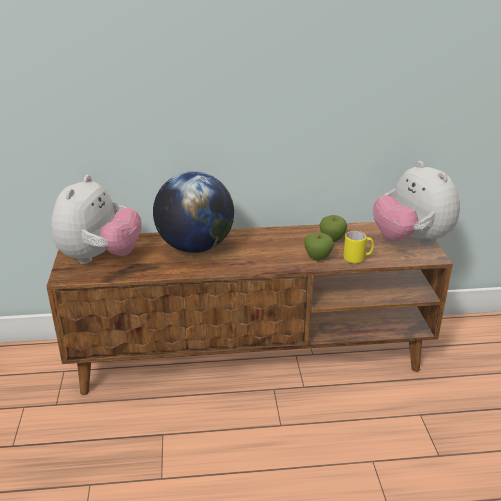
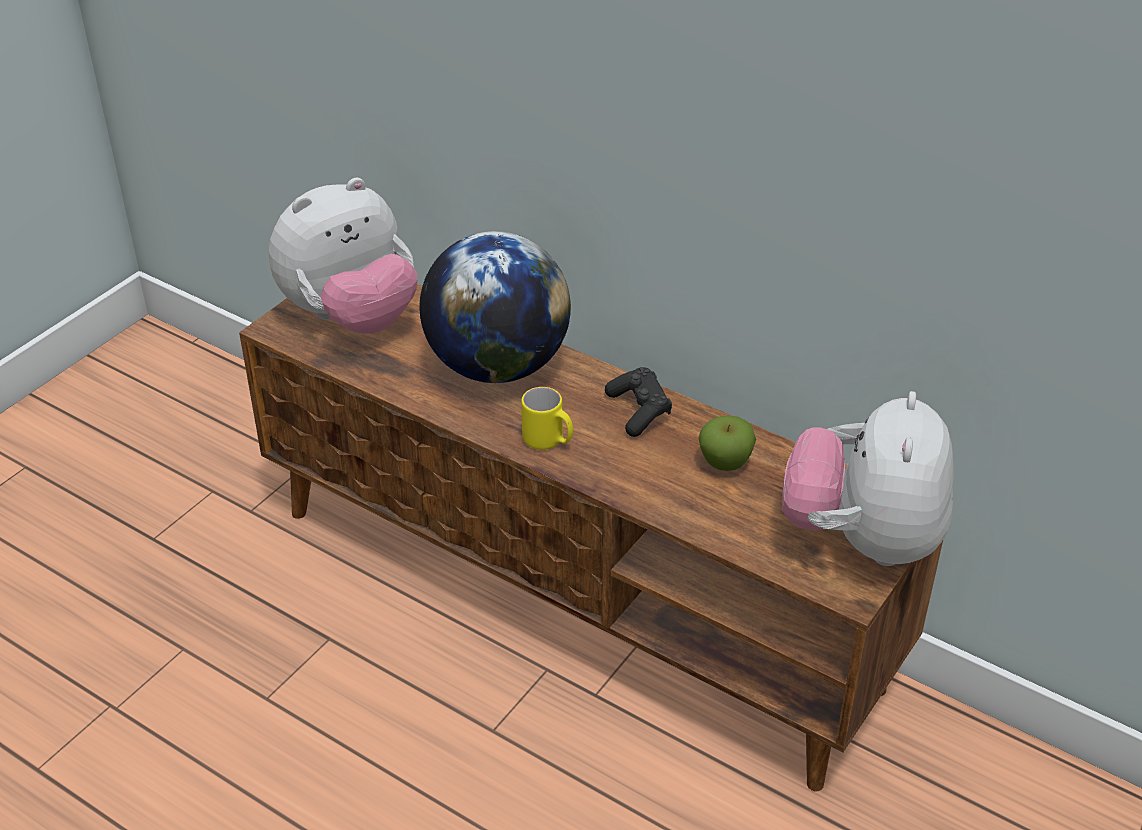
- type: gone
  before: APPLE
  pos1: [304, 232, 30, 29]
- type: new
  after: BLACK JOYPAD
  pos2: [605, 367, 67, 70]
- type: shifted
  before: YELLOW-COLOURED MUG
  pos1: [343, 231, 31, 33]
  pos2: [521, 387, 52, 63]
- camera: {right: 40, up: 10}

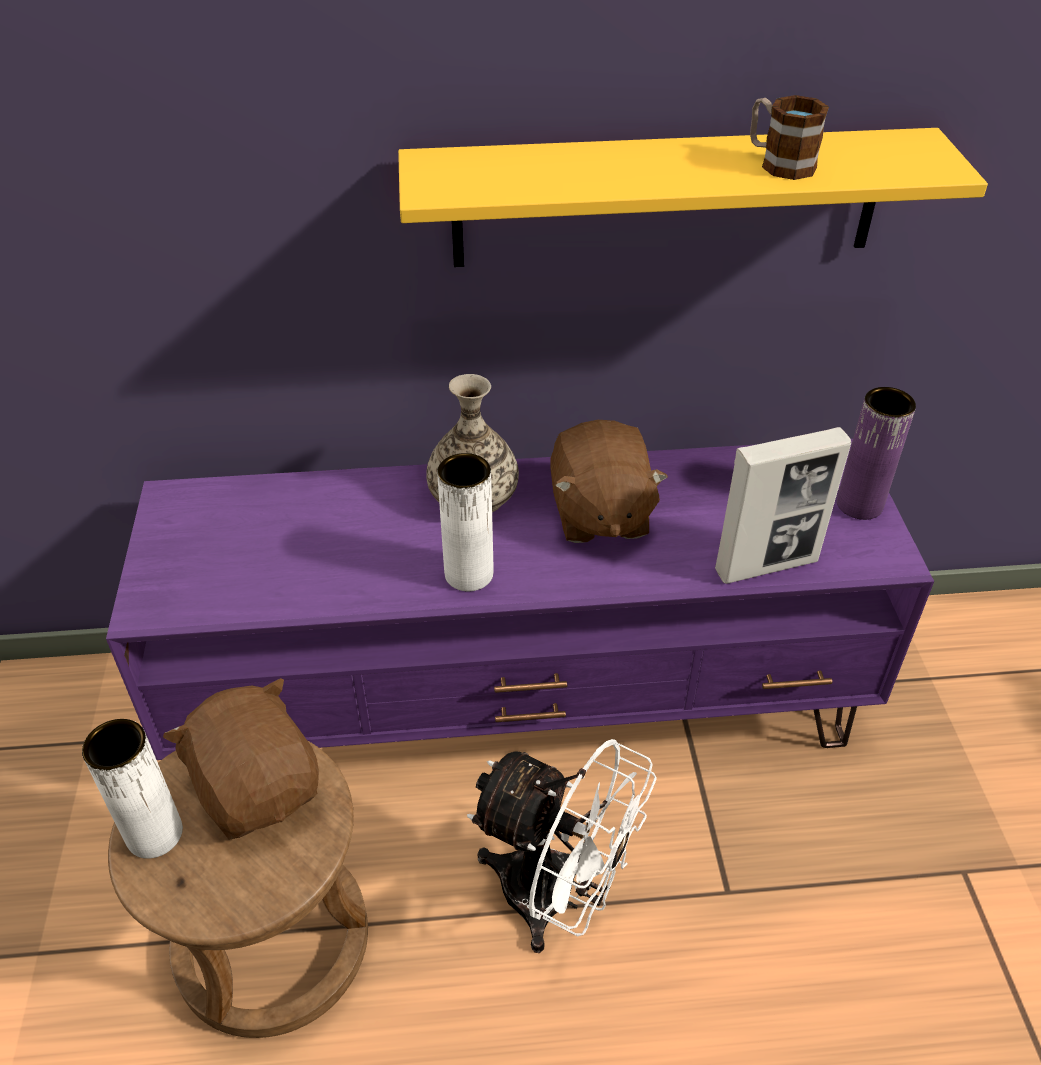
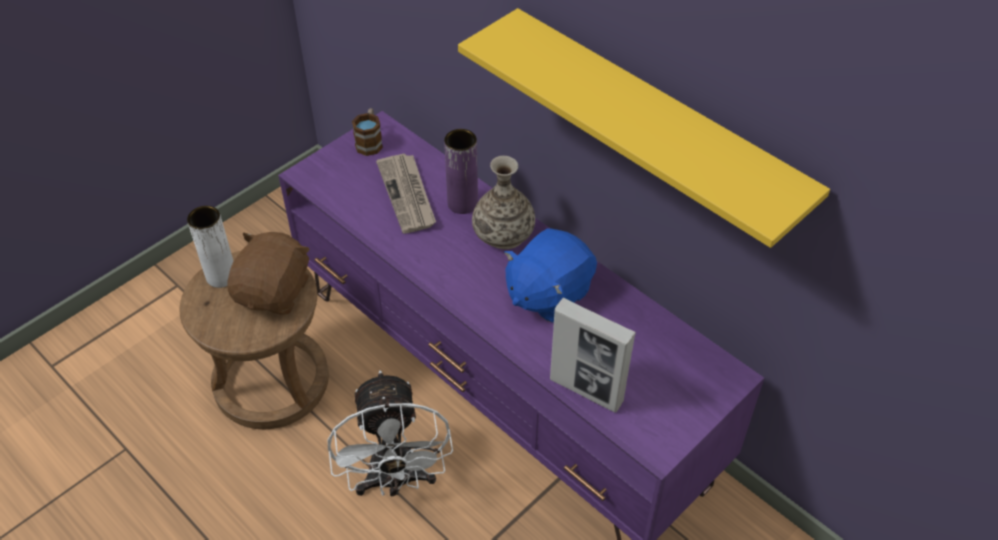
- type: gone
  before: WHITISH VASE
  pos1: [437, 453, 57, 139]
- type: new
  after: DAILY PAPER
  pos2: [376, 153, 60, 80]
- type: shifted
  before: MUG
  pos1: [750, 95, 79, 85]
  pos2: [352, 108, 31, 48]
- type: shifted
  before: PURPLE VASE
  pos1: [837, 387, 79, 133]
  pos2: [444, 129, 34, 85]
- type: repainted
  before: BROWN-COLOURED SOFT TOY
  after: BLUISH SOFT TOY
  pos1: [550, 420, 118, 123]
  pos2: [504, 228, 93, 95]
- camera: {right: 50, up: 5}

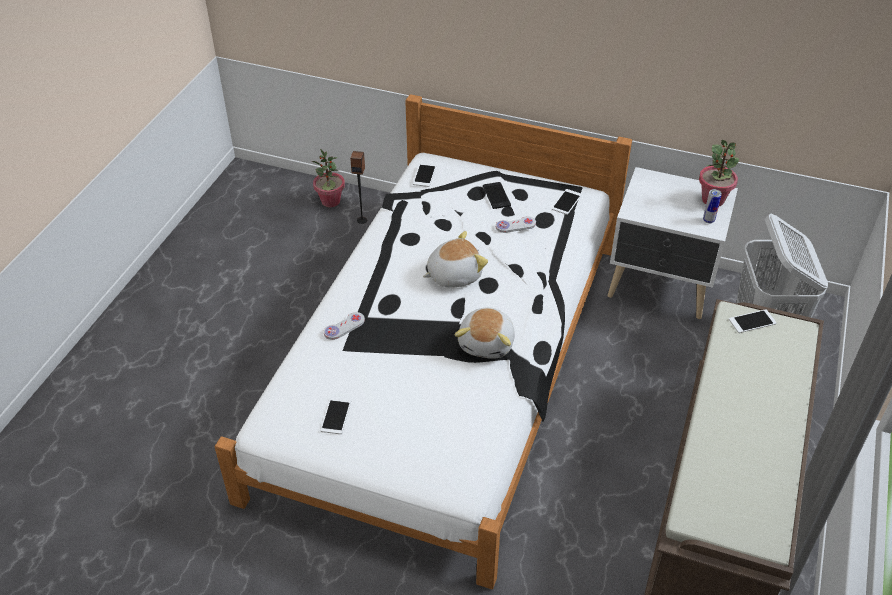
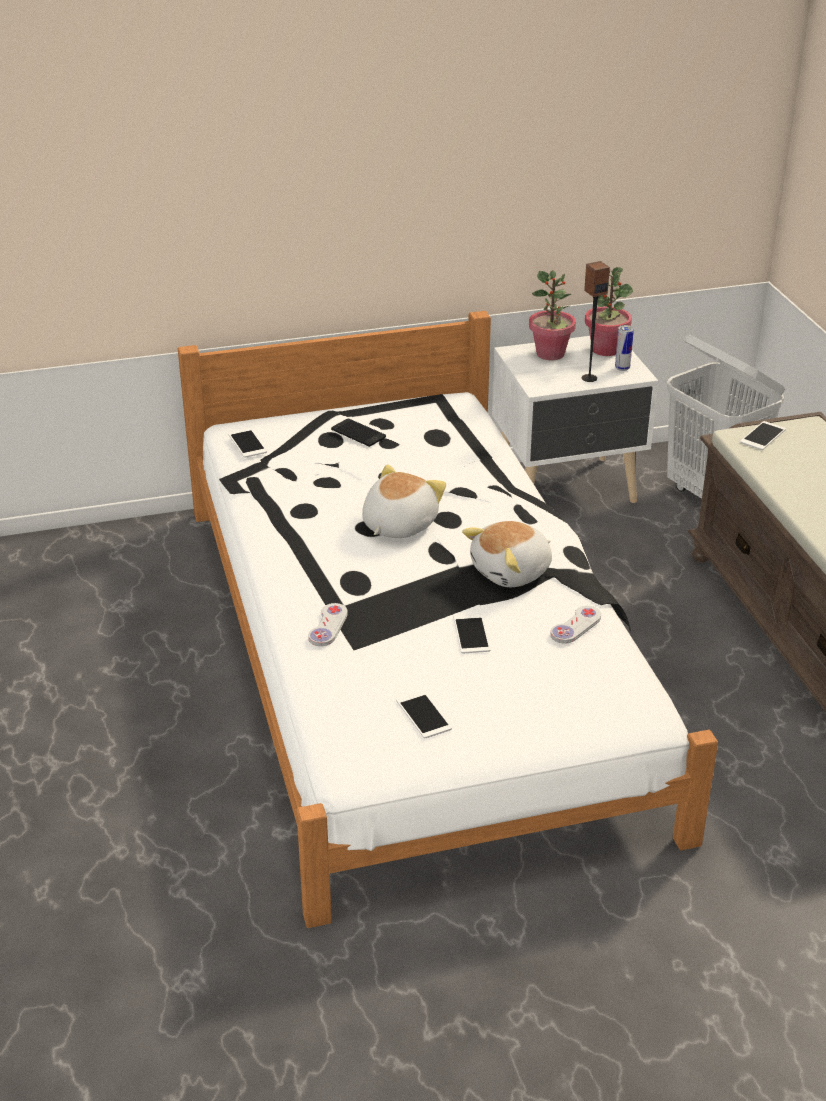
- type: shifted
  before: POTTED PLANT
  pos1: [312, 149, 33, 58]
  pos2: [529, 270, 47, 90]
- type: shifted
  before: SPEAKER
  pos1: [350, 151, 17, 73]
  pos2: [582, 261, 28, 121]
- type: shifted
  before: WHITISH JOYPAD
  pos1: [496, 216, 40, 17]
  pos2: [550, 606, 51, 38]
- type: shifted
  before: HANDSET
  pos1: [552, 189, 30, 26]
  pos2: [453, 613, 38, 40]
- type: rotated
  before: SOFT TOY
  pos1: [455, 307, 60, 52]
  pos2: [462, 521, 90, 66]
  turn: 75
- camera: {right: -35, up: -10}

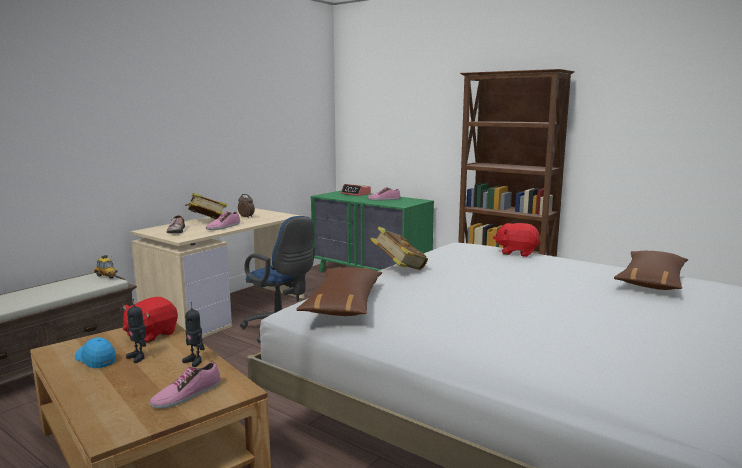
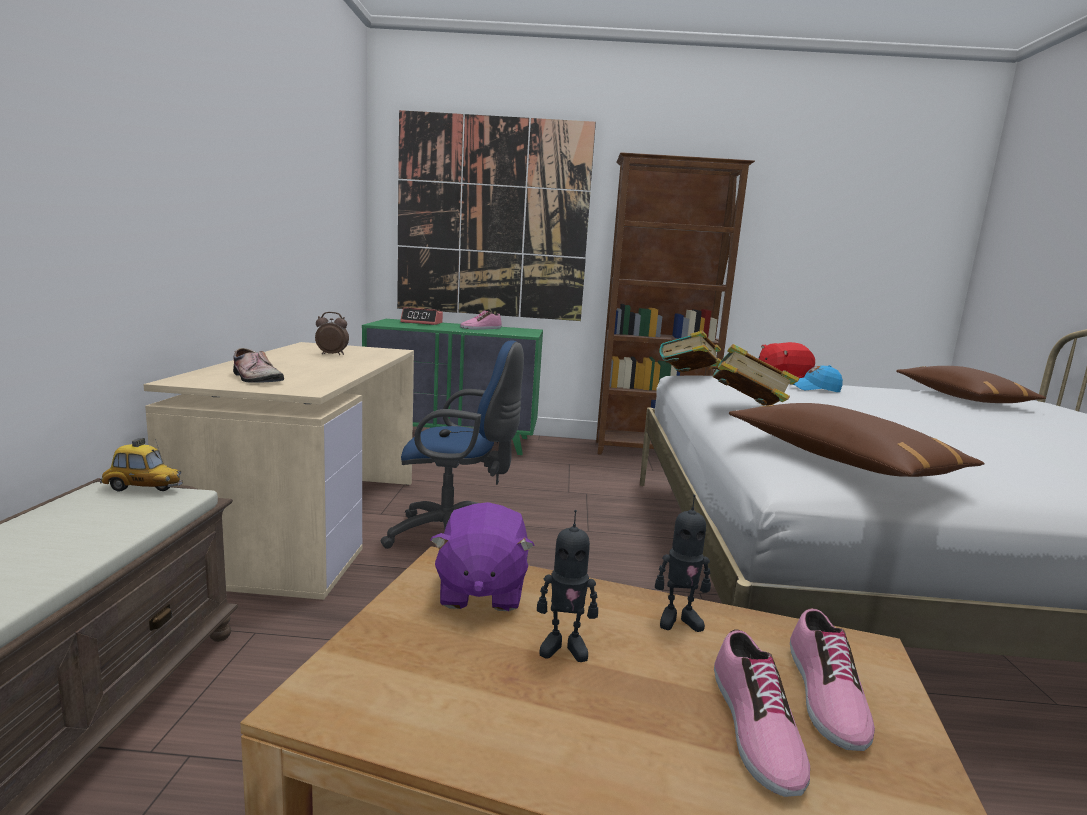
- type: new
  after: WALL PICTURE
  pos2: [397, 110, 199, 211]
- type: shifted
  before: BLUISH CAP
  pos1: [75, 337, 41, 31]
  pos2: [793, 365, 50, 27]
- type: shifted
  before: BOUND BOOK
  pos1: [185, 193, 42, 26]
  pos2: [659, 331, 62, 42]
- type: shifted
  before: LOW SHOE
  pos1: [206, 211, 34, 19]
  pos2: [714, 629, 96, 168]
- type: repainted
  before: RED-COLOURED SOFT TOY
  after: PURPLE SOFT TOY
  pos1: [123, 297, 55, 46]
  pos2: [430, 502, 105, 109]
- camera: {right: -35, up: 0}

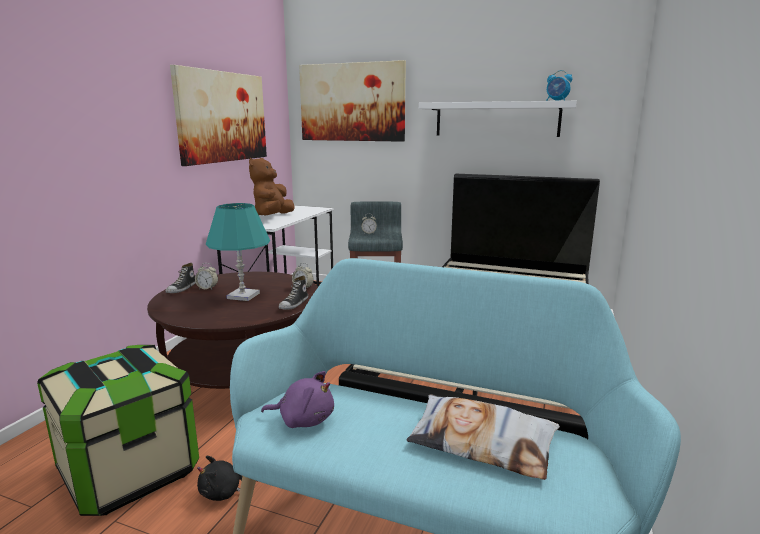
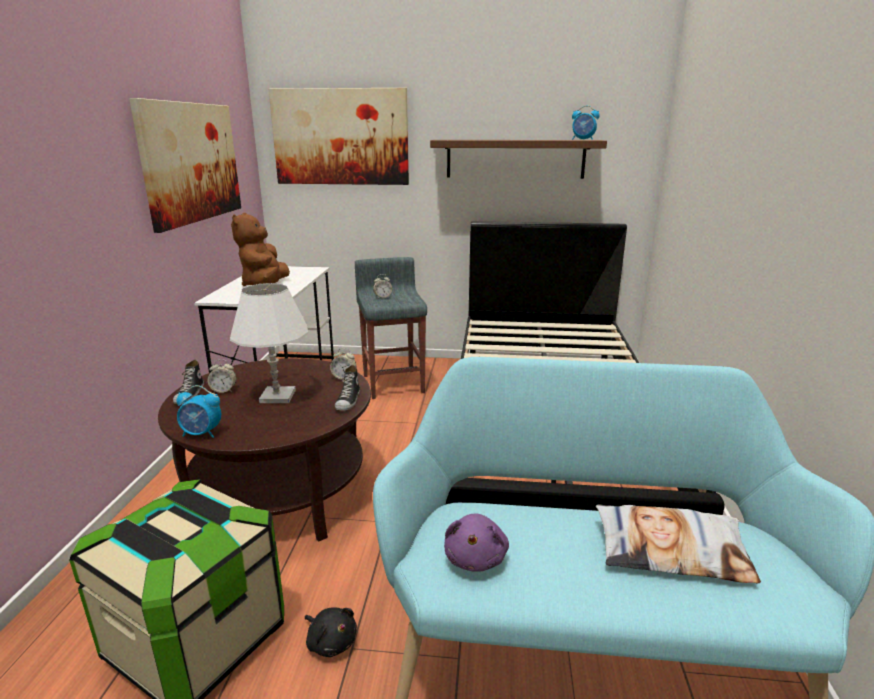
- type: new
  after: ALARM CLOCK
  pos2: [176, 385, 45, 53]
- type: repainted
  before: TURQUOISE TABLE LAMP
  after: WHITISH TABLE LAMP
  pos1: [206, 203, 64, 98]
  pos2: [230, 283, 78, 120]
- type: repainted
  before: WHITISH SHELF
  after: BROWN-COLOURED SHELF
  pos1: [419, 101, 158, 36]
  pos2: [430, 140, 177, 39]
- type: rotated
  before: BLACK SOFT TOY
  pos1: [197, 456, 61, 45]
  pos2: [305, 608, 52, 49]
  turn: -105
- type: rotated
  before: PURPLE SOFT TOY
  pos1: [261, 371, 73, 57]
  pos2: [444, 514, 65, 57]
  turn: 105
- camera: {right: -15, up: 5}

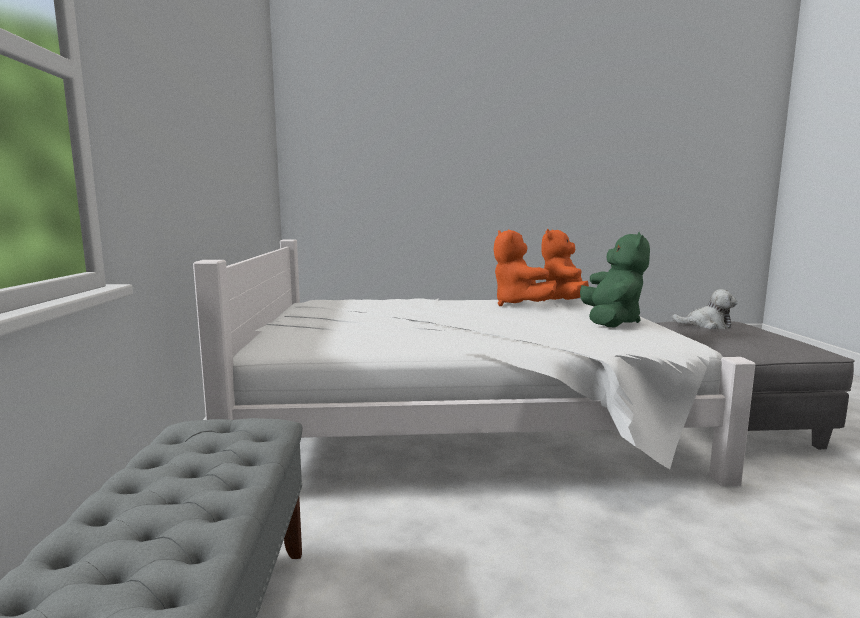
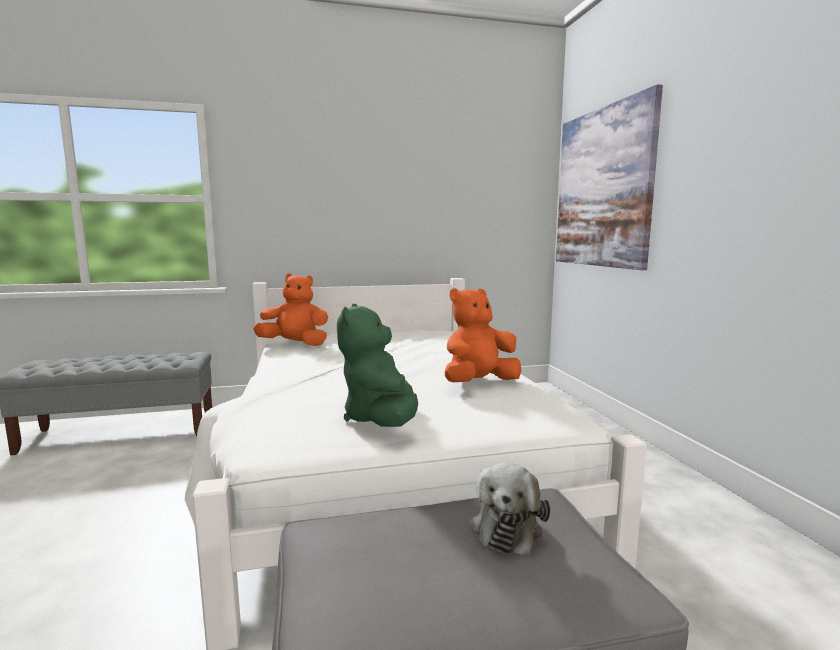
- type: new
  after: WALL PICTURE
  pos2: [556, 84, 107, 186]
- type: shifted
  before: ORANGE SOFT TOY
  pos1: [542, 229, 47, 72]
  pos2: [253, 273, 75, 73]
- type: rotated
  before: GREEN-COLOURED SOFT TOY
  pos1: [580, 232, 70, 95]
  pos2: [337, 304, 81, 123]
  turn: 90
- camera: {right: 80, up: 0}

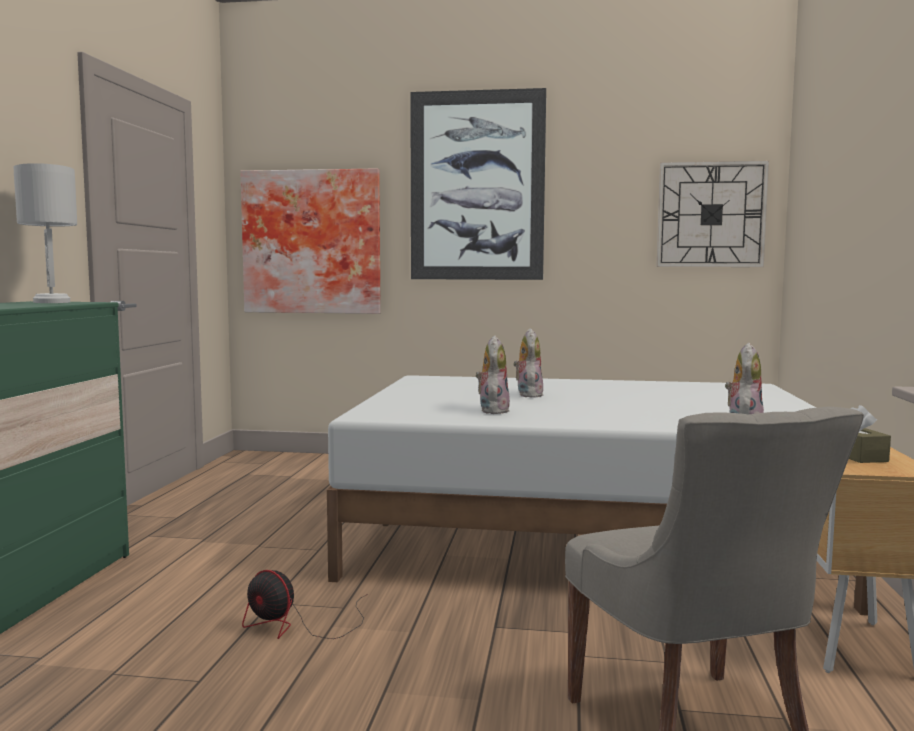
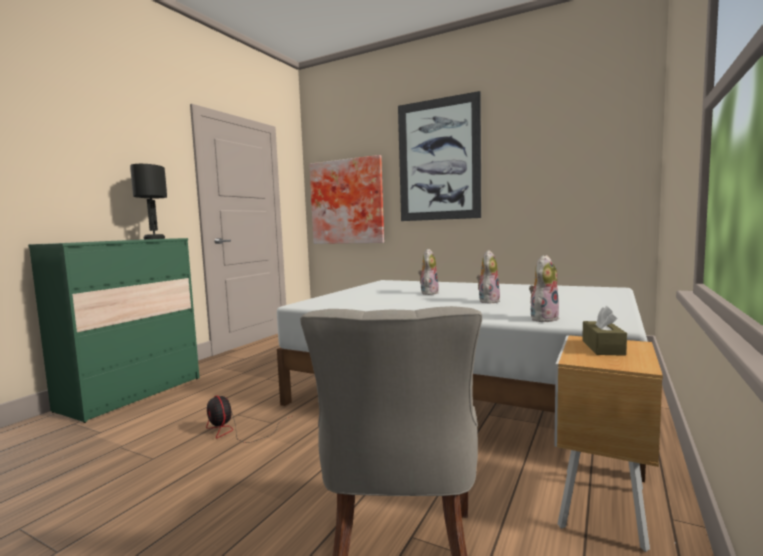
- type: gone
  before: HANGING CLOCK
  pos1: [657, 161, 112, 106]
- type: shifted
  before: SOFT TOY
  pos1: [476, 336, 34, 78]
  pos2: [476, 250, 24, 54]
- type: repainted
  before: WHITISH TABLE LAMP
  after: BLACK TABLE LAMP
  pos1: [14, 163, 63, 140]
  pos2: [130, 164, 37, 75]
- camera: {right: 20, up: 0}

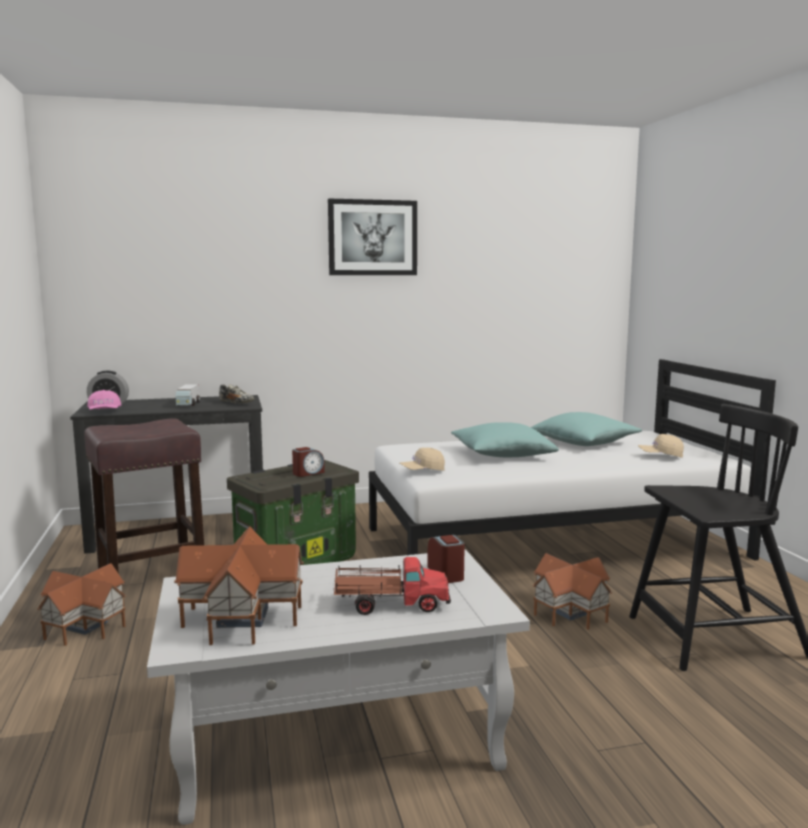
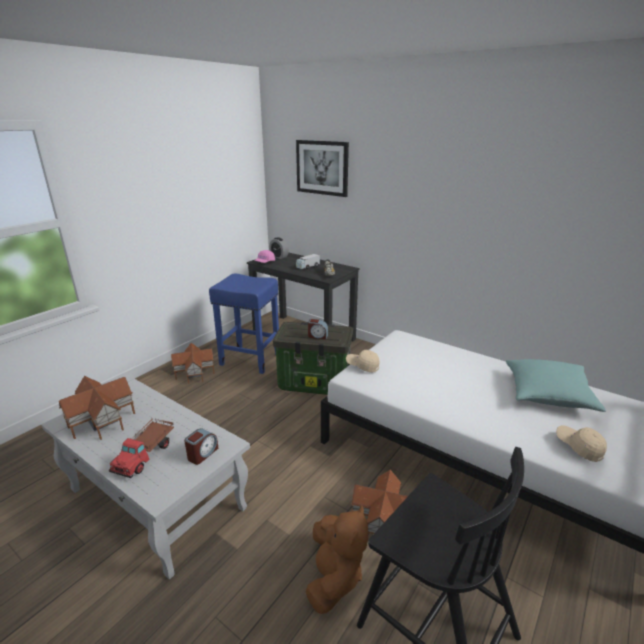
- type: gone
  before: TURQUOISE CUSHION
  pos1: [451, 422, 108, 35]
- type: new
  after: BROWN-COLOURED SOFT TOY
  pos2: [306, 505, 62, 109]
- type: shifted
  before: WALL PICTURE
  pos1: [328, 198, 89, 77]
  pos2: [296, 140, 53, 57]
- type: repainted
  before: BROWN-COLOURED STOOL
  after: BLUISH STOOL
  pos1: [84, 419, 120, 155]
  pos2: [209, 273, 70, 101]
- type: rotated
  before: TOY TRUCK
  pos1: [333, 557, 118, 58]
  pos2: [108, 419, 66, 59]
  turn: 60
- camera: {right: 50, up: 15}

